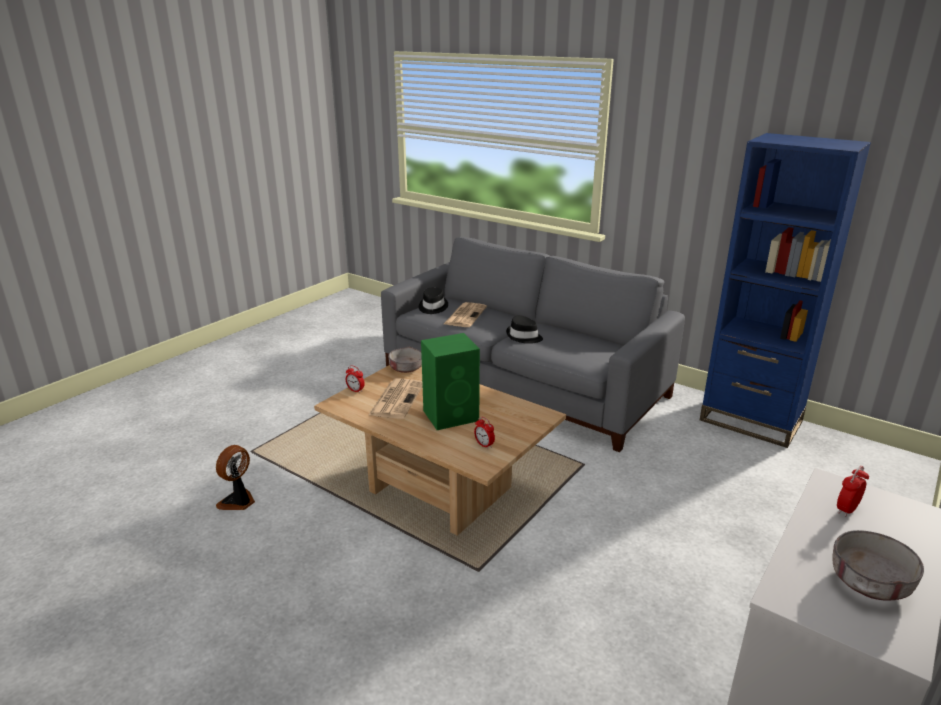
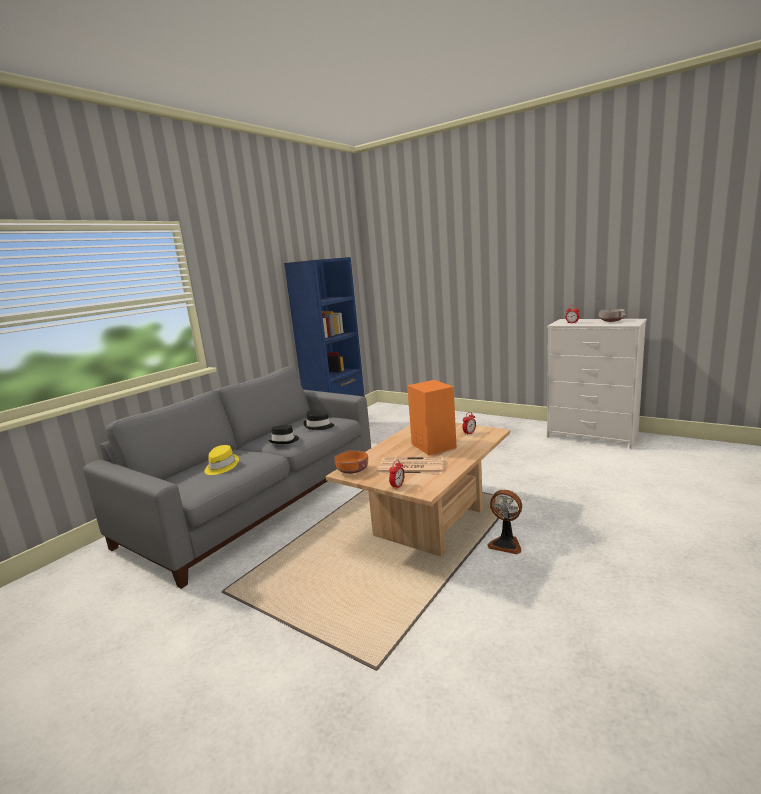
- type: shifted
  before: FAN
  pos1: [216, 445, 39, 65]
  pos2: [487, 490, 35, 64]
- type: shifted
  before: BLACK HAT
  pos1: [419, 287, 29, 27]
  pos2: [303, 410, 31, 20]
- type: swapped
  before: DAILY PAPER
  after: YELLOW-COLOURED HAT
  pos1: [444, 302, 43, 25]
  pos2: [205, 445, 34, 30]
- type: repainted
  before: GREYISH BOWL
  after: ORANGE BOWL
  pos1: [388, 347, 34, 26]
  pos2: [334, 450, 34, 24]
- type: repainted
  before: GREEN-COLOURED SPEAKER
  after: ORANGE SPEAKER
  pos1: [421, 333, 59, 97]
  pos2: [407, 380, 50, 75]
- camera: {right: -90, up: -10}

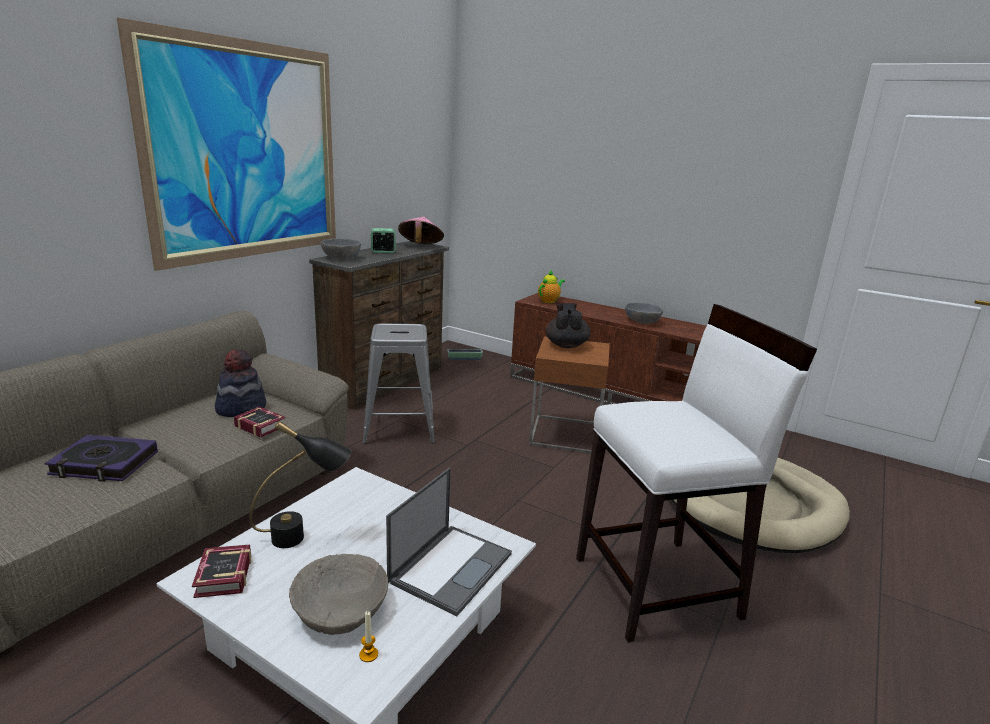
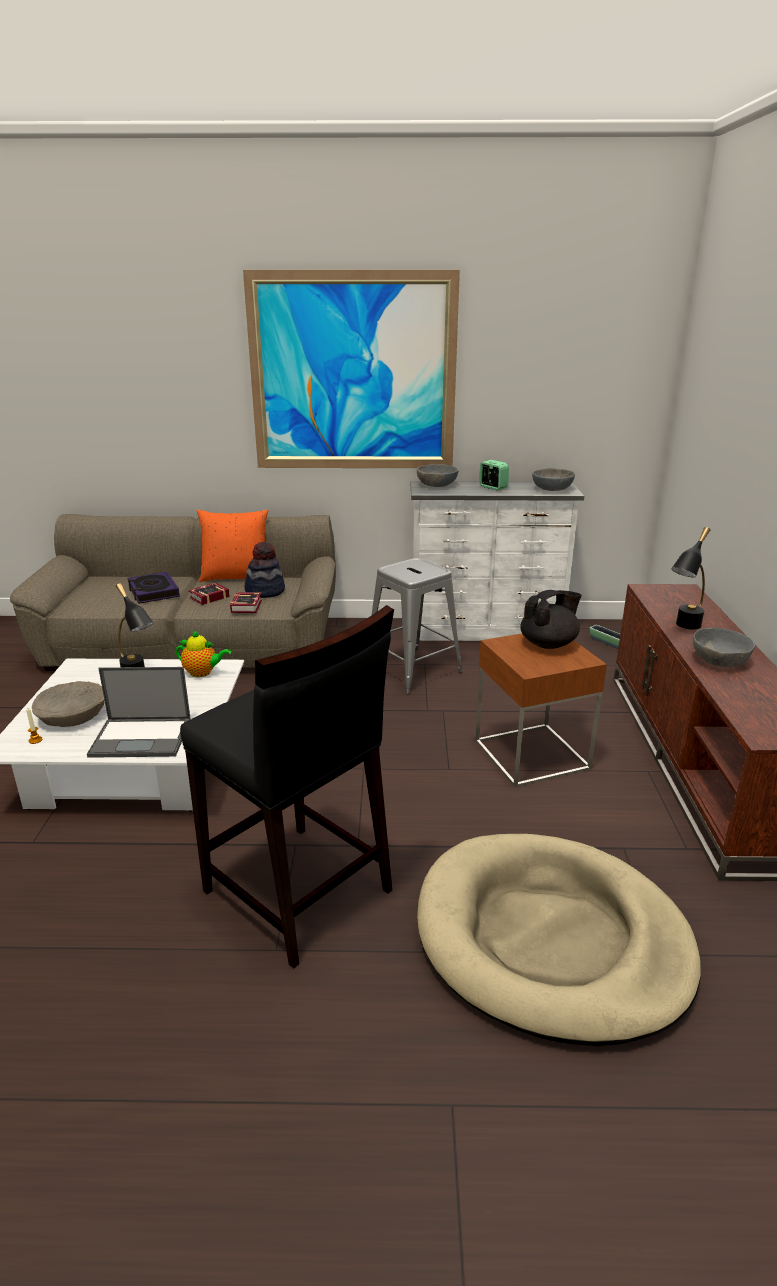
- type: new
  after: ORANGE CUSHION
  pos2: [197, 509, 72, 73]
- type: new
  after: BLACK TABLE LAMP
  pos2: [671, 527, 39, 102]
- type: shifted
  before: BOUND BOOK
  pos1: [192, 545, 60, 53]
  pos2: [188, 583, 42, 22]
- type: shifted
  before: TEA POT
  pos1: [538, 270, 27, 33]
  pos2: [176, 630, 55, 47]
- type: swapped
  before: PINK-COLOURED HAT
  after: GREYISH BOWL
  pos1: [398, 217, 46, 27]
  pos2: [532, 468, 43, 23]
- type: repainted
  before: BROWN-COLOURED DRESSER
  after: WHITISH DRESSER
  pos1: [309, 241, 140, 169]
  pos2: [411, 481, 173, 160]
- type: repainted
  before: WHITISH STOOL
  after: BLACK STOOL
  pos1: [576, 304, 241, 339]
  pos2: [180, 605, 214, 364]
- camera: {right: 60, up: 5}

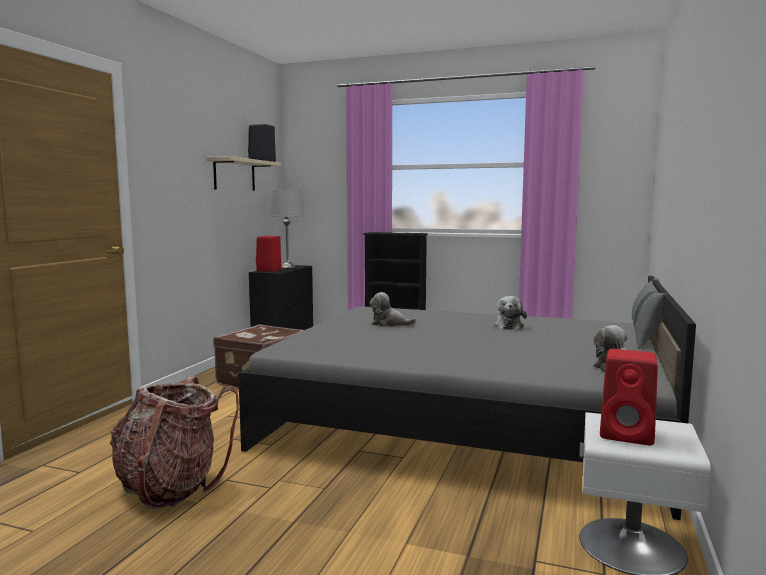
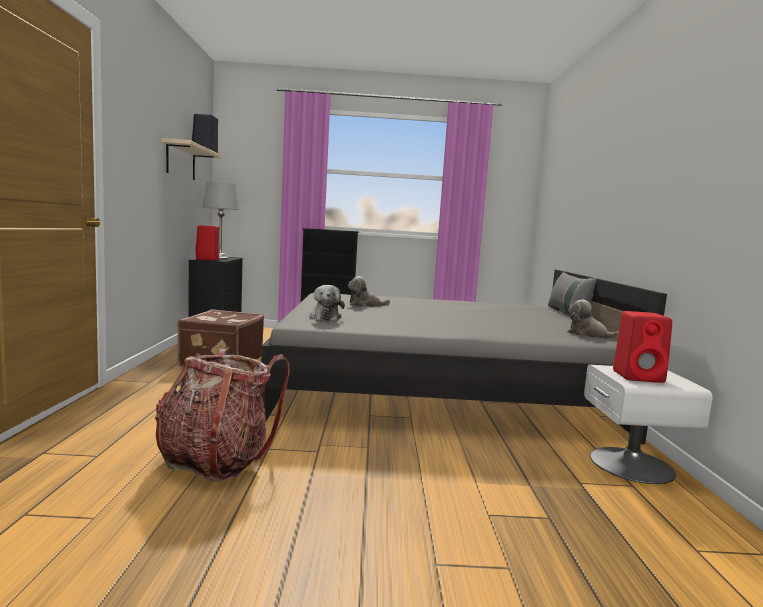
- type: shifted
  before: SOFT TOY
  pos1: [493, 296, 34, 34]
  pos2: [309, 285, 36, 36]
- camera: {right: -20, up: 0}

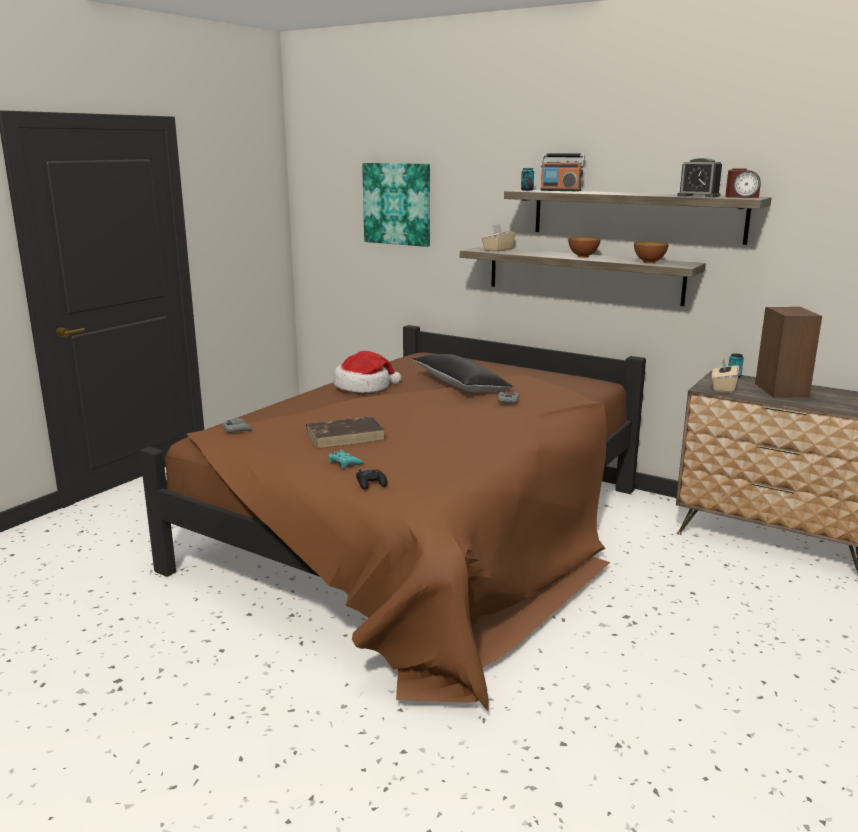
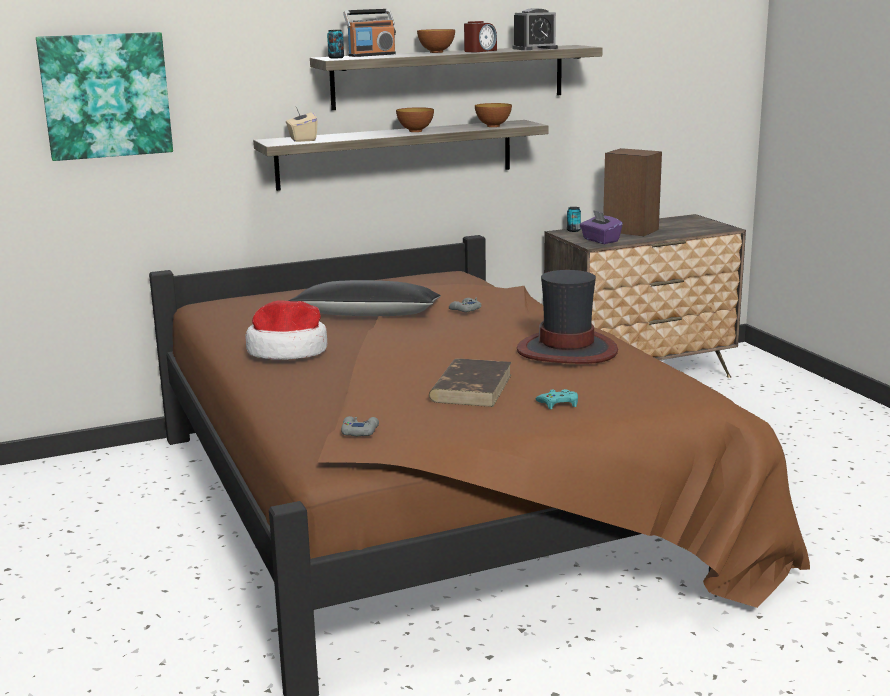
- type: gone
  before: BLACK JOYPAD
  pos1: [356, 470, 31, 20]
- type: new
  after: BOWL
  pos2: [417, 29, 38, 24]
- type: new
  after: HAT
  pos2: [517, 270, 101, 94]
- type: shifted
  before: ALARM CLOCK
  pos1: [725, 168, 36, 30]
  pos2: [464, 21, 33, 31]
- type: repainted
  before: BEIGE TISSUE HOLDER
  after: PURPLE TISSUE HOLDER
  pos1: [712, 359, 27, 34]
  pos2: [580, 210, 43, 34]
- camera: {right: -55, up: 0}

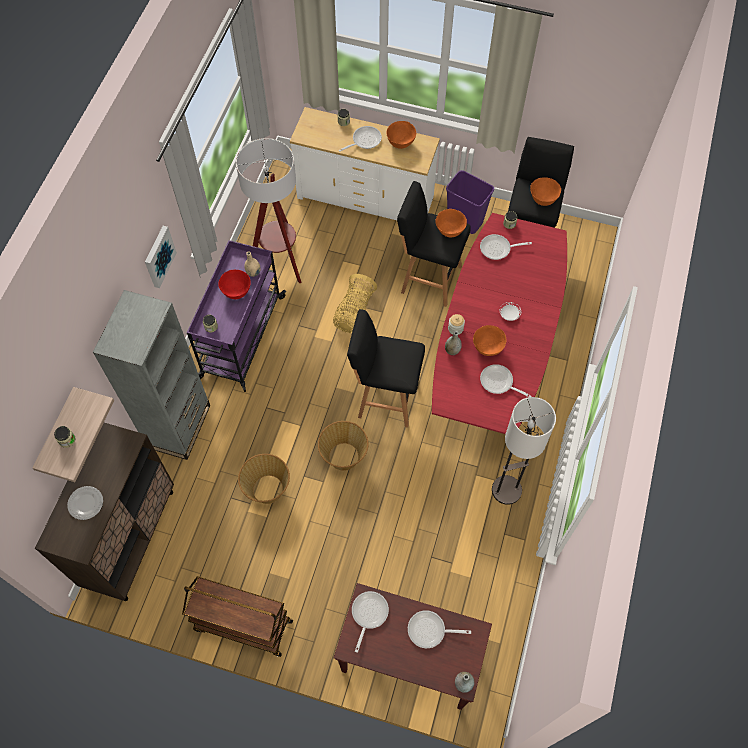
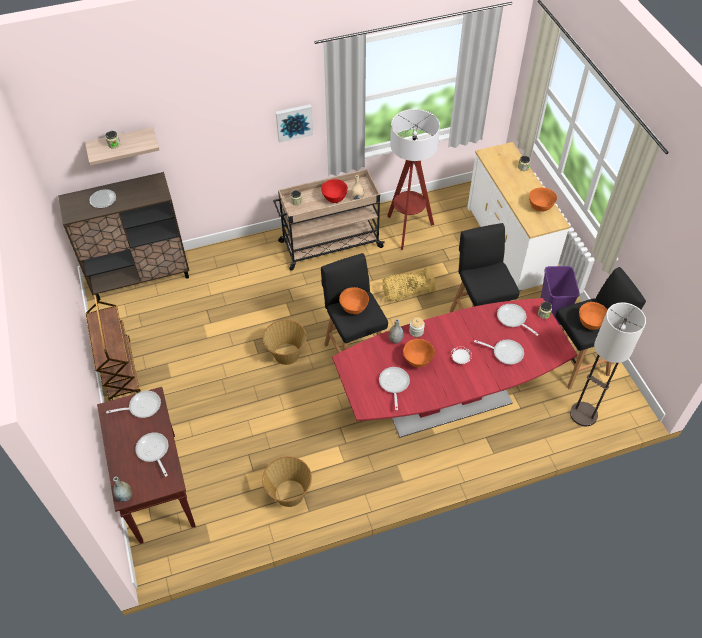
- type: gone
  before: GREYISH BOOKSHELF
  pos1: [93, 290, 117, 170]
- type: shifted
  before: HOUSEHOLD BASKET
  pos1: [238, 454, 52, 50]
  pos2: [262, 456, 50, 51]
- type: shifted
  before: SKILLET
  pos1: [338, 126, 44, 26]
  pos2: [474, 339, 50, 25]
- type: shifted
  before: ORANGE BOWL
  pos1: [435, 209, 32, 28]
  pos2: [339, 287, 30, 27]
- type: shifted
  before: FLOOR LAMP
  pos1: [492, 397, 64, 108]
  pos2: [570, 302, 76, 124]
- type: repainted
  before: PURPLE WHEELED CART
  after: BEIGE WHEELED CART
  pos1: [187, 240, 99, 152]
  pos2: [273, 169, 112, 102]
- camera: {right: 55, up: -10}

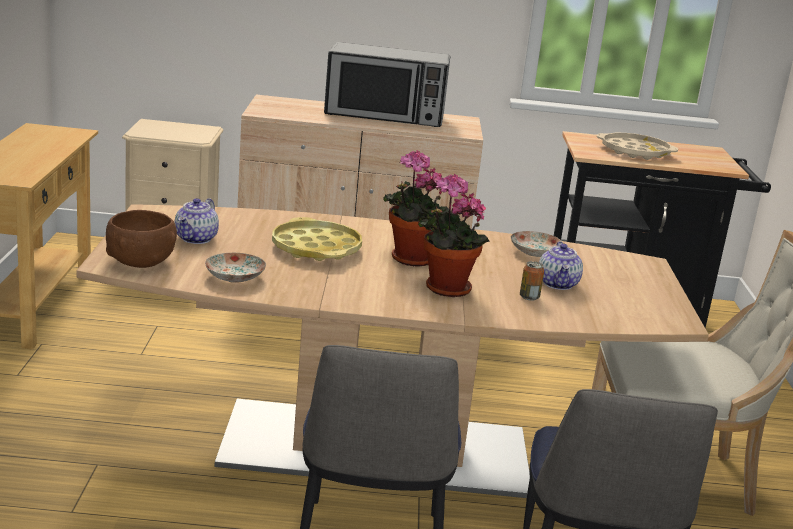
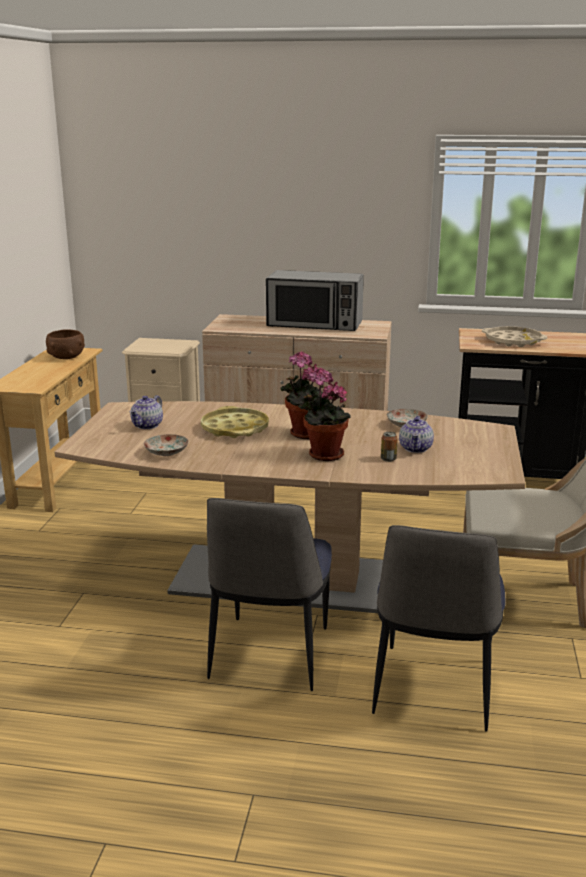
- type: shifted
  before: BROWN-COLOURED BOWL
  pos1: [106, 210, 71, 58]
  pos2: [46, 329, 39, 30]
- camera: {right: 10, up: 0}

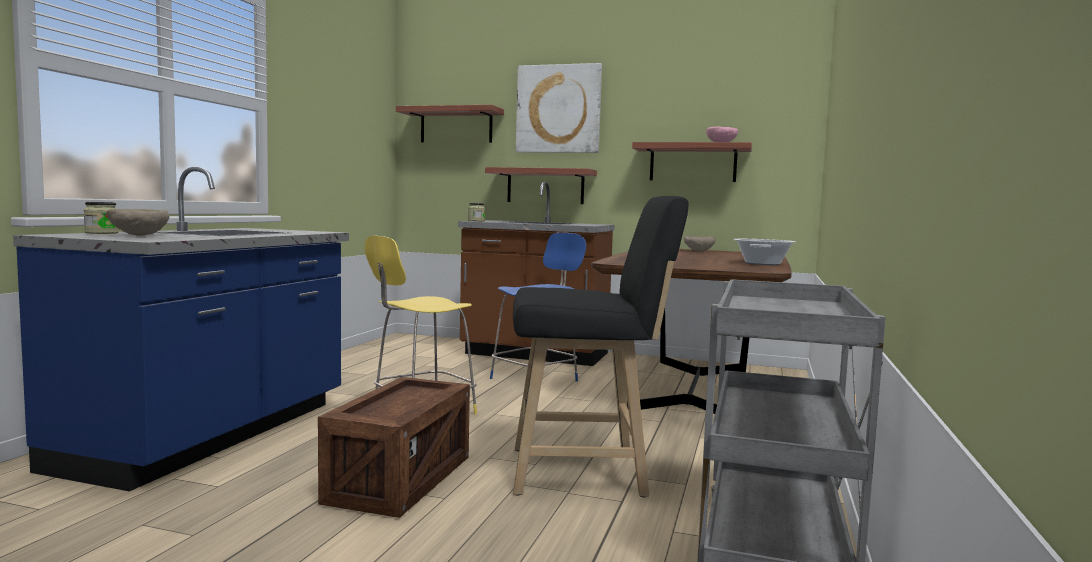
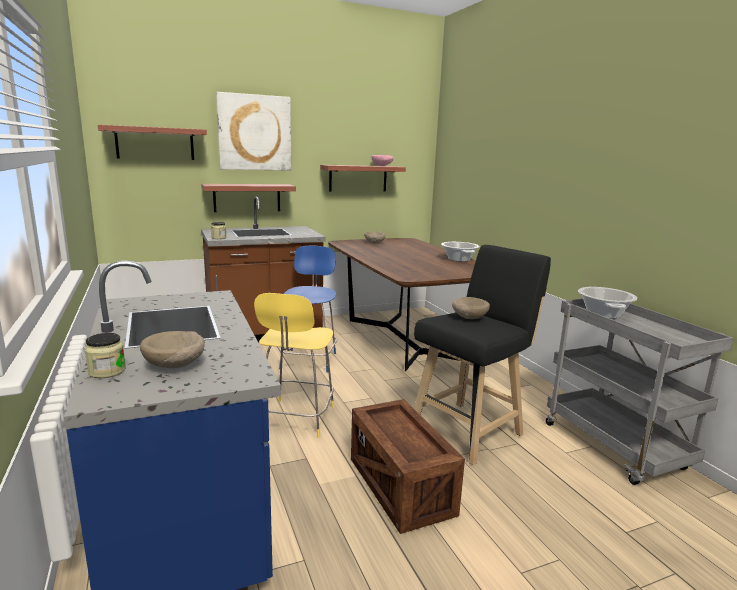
- type: new
  after: BEIGE BOWL
  pos2: [452, 297, 38, 22]
- type: new
  after: STOCKPOT
  pos2: [578, 287, 59, 32]
- camera: {right: -40, up: 10}

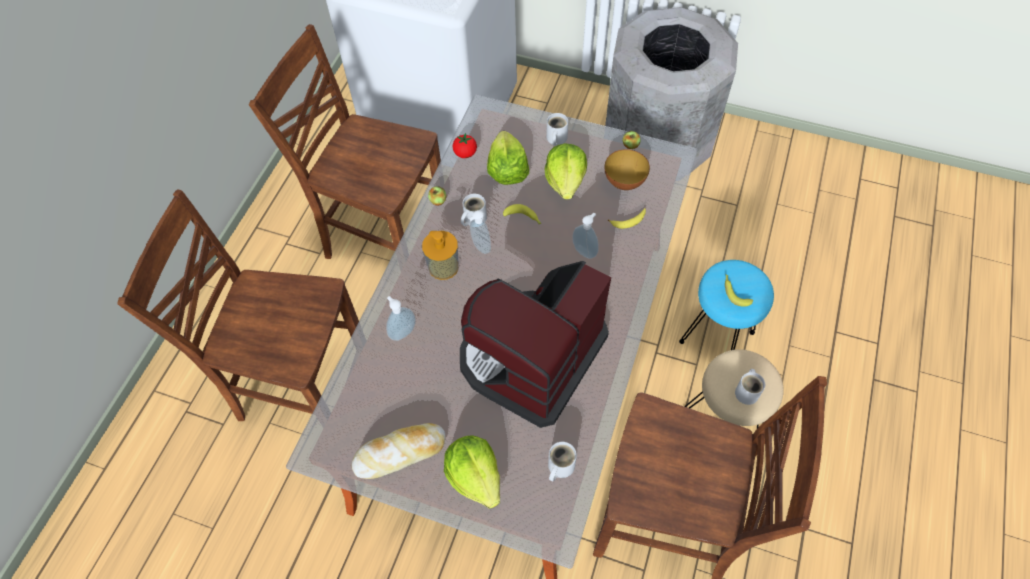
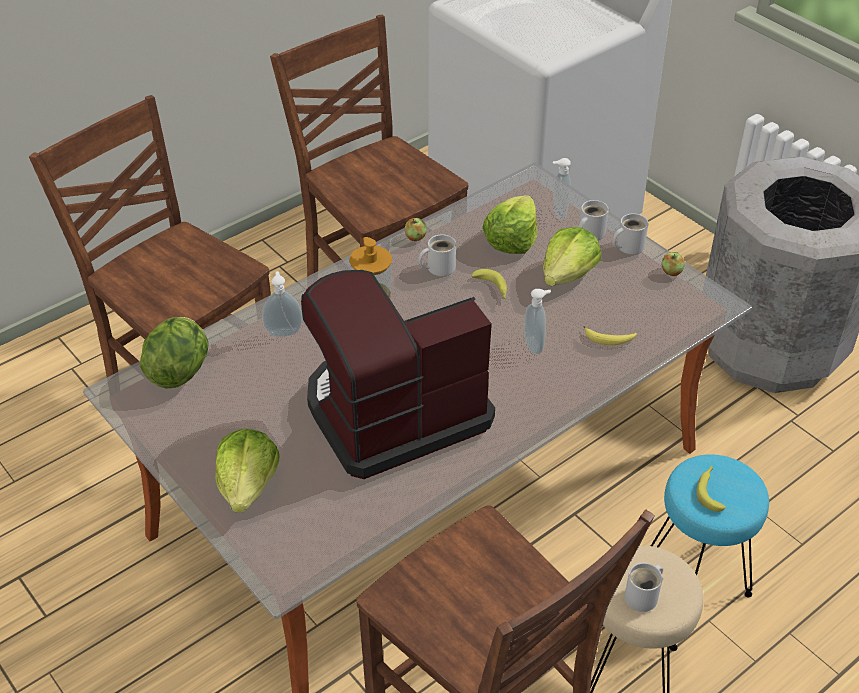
- type: gone
  before: BAKED BREAD
  pos1: [352, 423, 94, 56]
- type: gone
  before: FRESH TOMATO
  pos1: [453, 133, 24, 25]
- type: gone
  before: BOWL
  pos1: [605, 149, 45, 41]
- type: new
  after: LETTUCE HEAD
  pos2: [140, 317, 69, 71]
- type: shifted
  before: SOAP DISPENSER
  pos1: [469, 210, 22, 44]
  pos2: [553, 158, 18, 62]
- type: shifted
  before: WHITISH MUG
  pos1: [548, 442, 29, 40]
  pos2: [612, 213, 36, 41]
- camera: {right: 30, up: -15}

